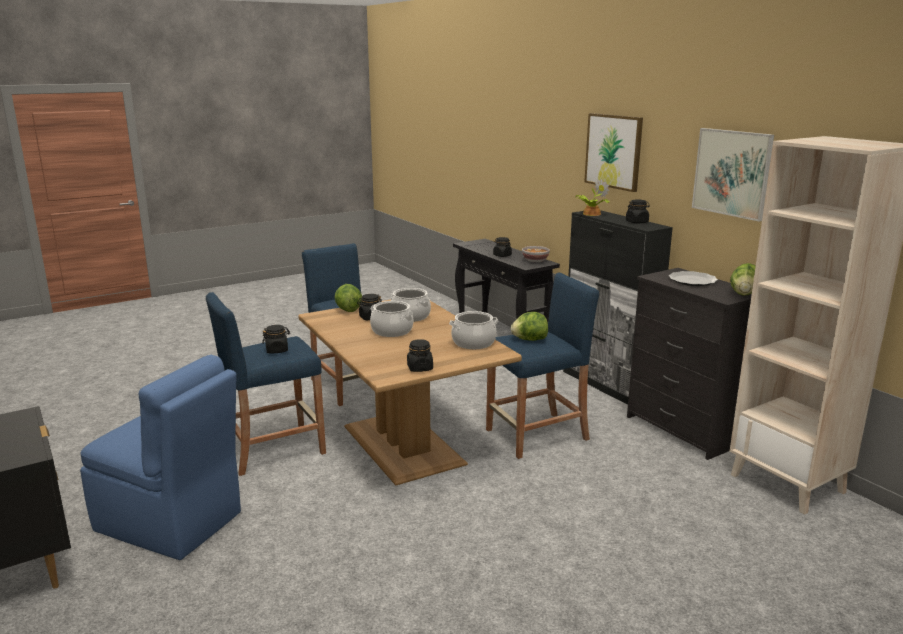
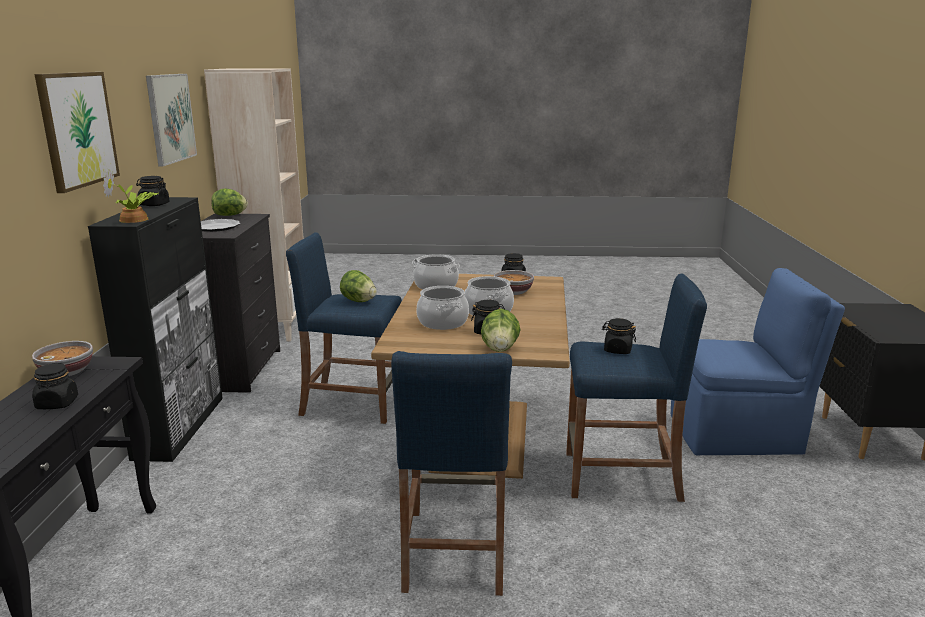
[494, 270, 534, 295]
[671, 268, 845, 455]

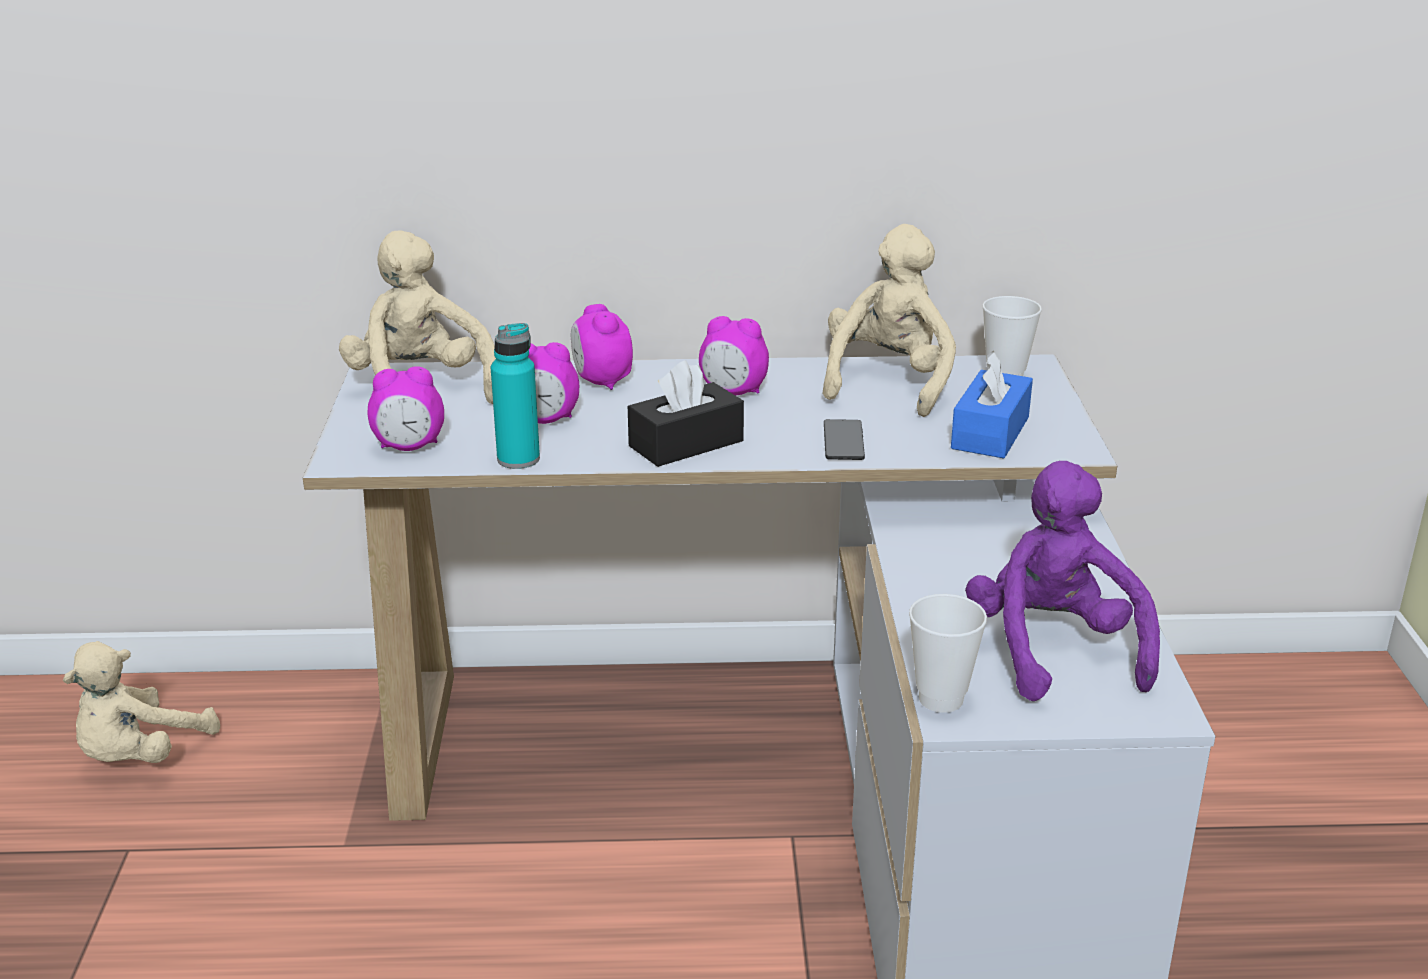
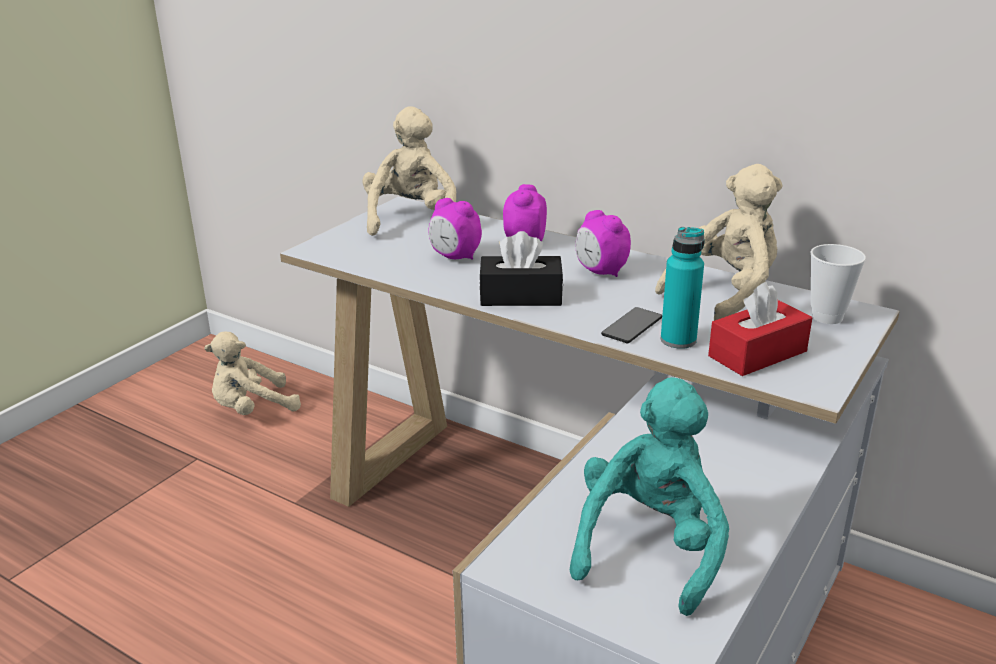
[570, 377, 729, 616]
[661, 227, 705, 349]
[708, 282, 812, 376]
[367, 366, 444, 451] (first image)
[909, 594, 987, 713] (first image)

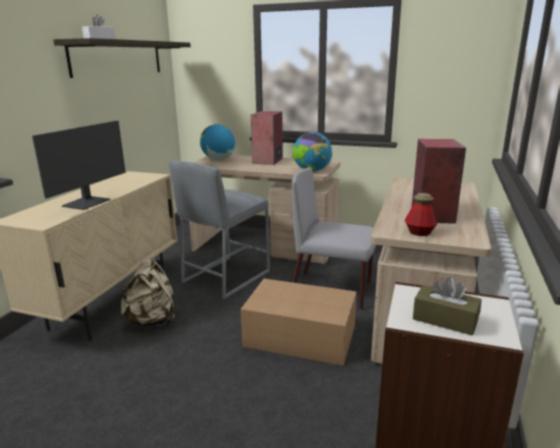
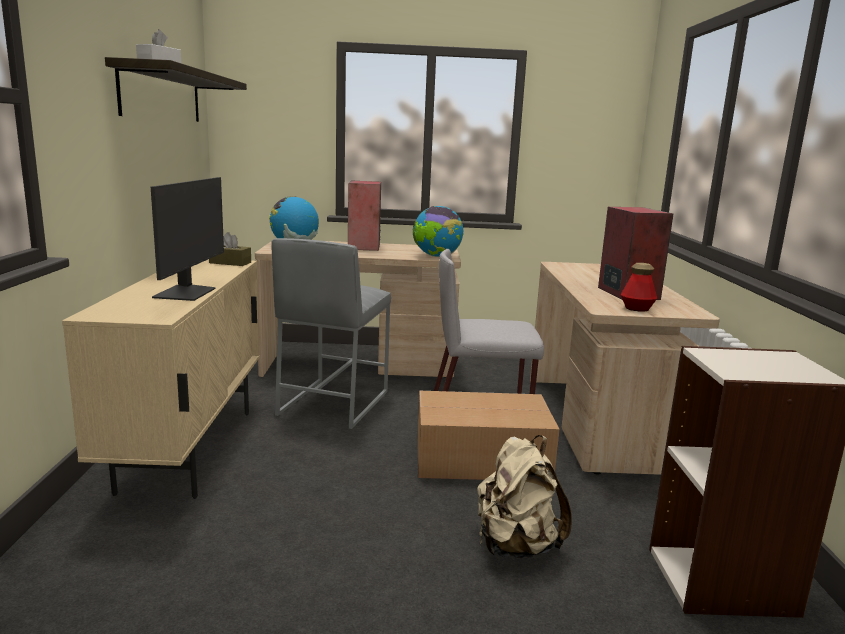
[209, 232, 251, 266]
[477, 435, 572, 558]

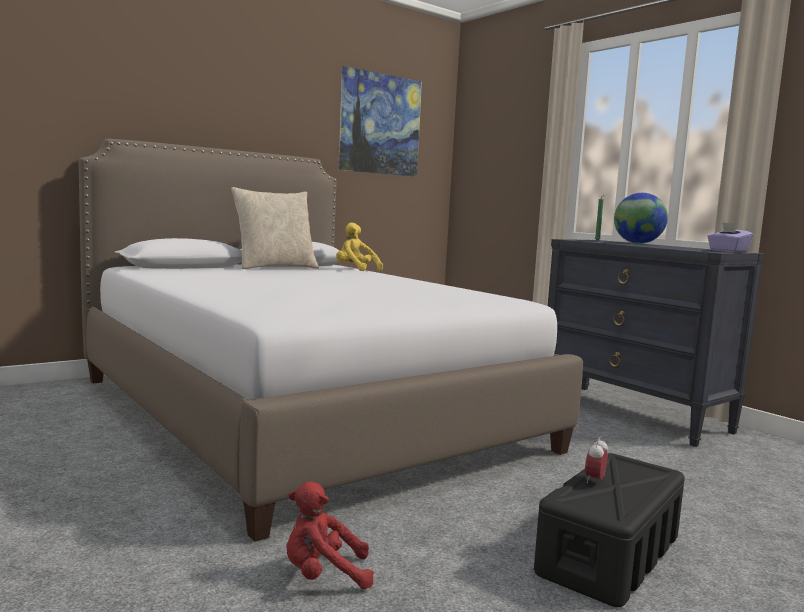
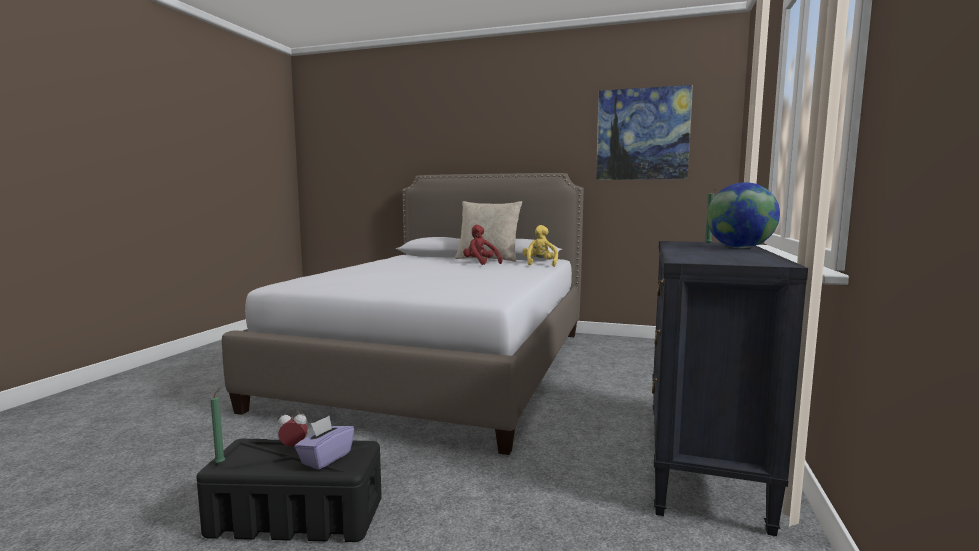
[210, 388, 225, 464]
[294, 415, 354, 470]
[463, 225, 503, 265]

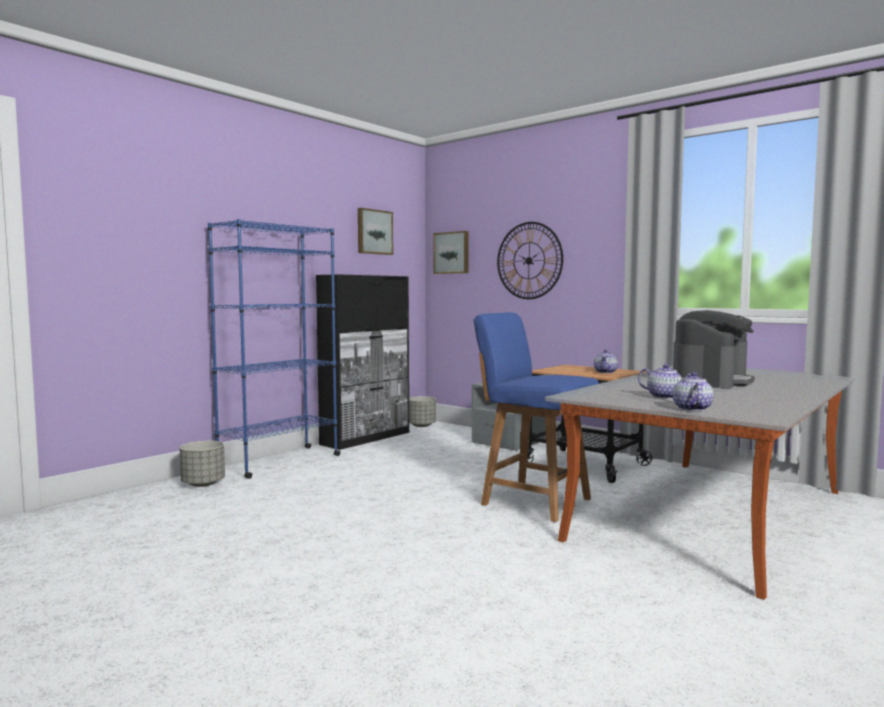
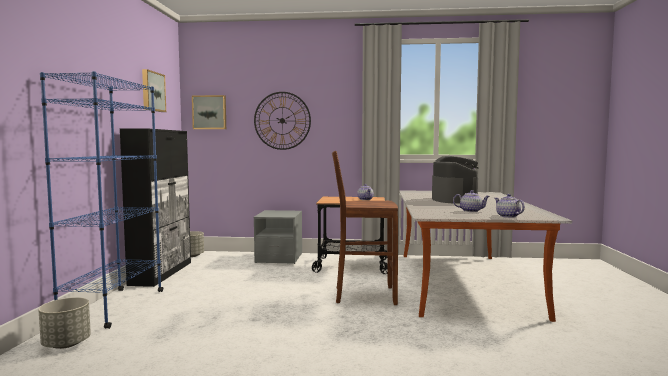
[332, 151, 398, 305]

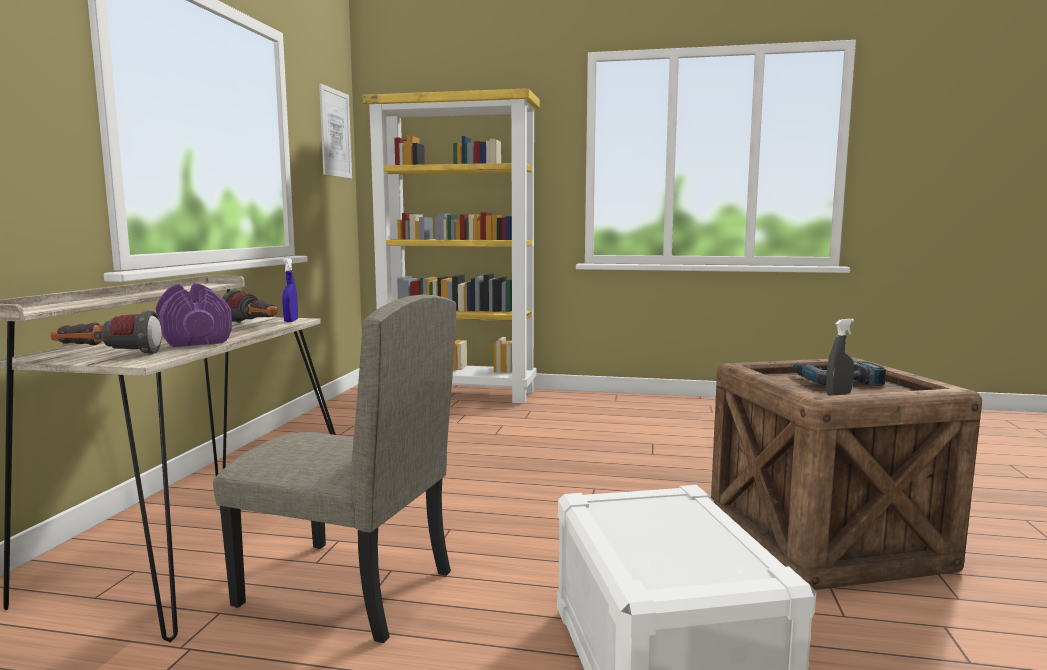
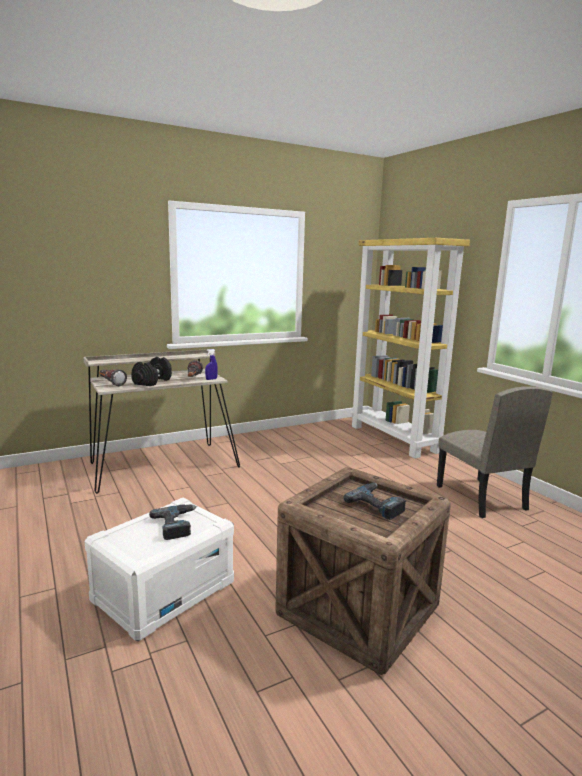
[131, 357, 172, 386]
[149, 504, 197, 540]
[437, 387, 553, 518]
[319, 84, 352, 178] (first image)
[826, 319, 854, 396] (first image)

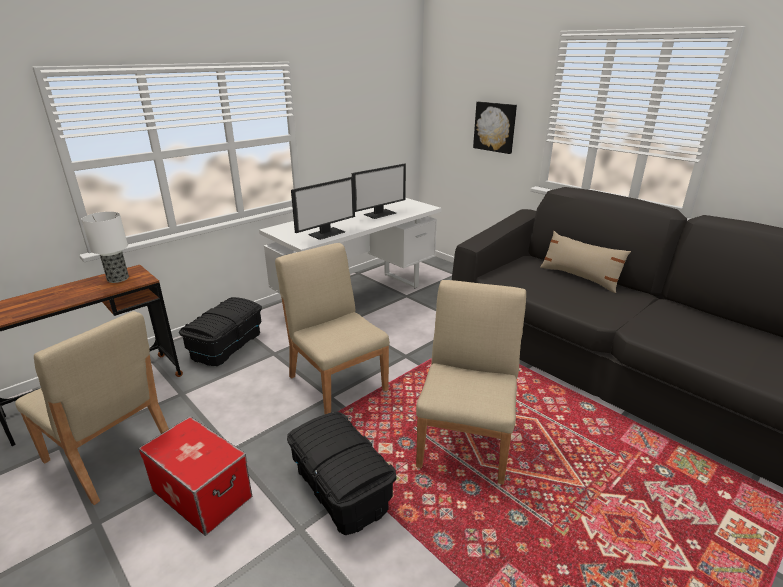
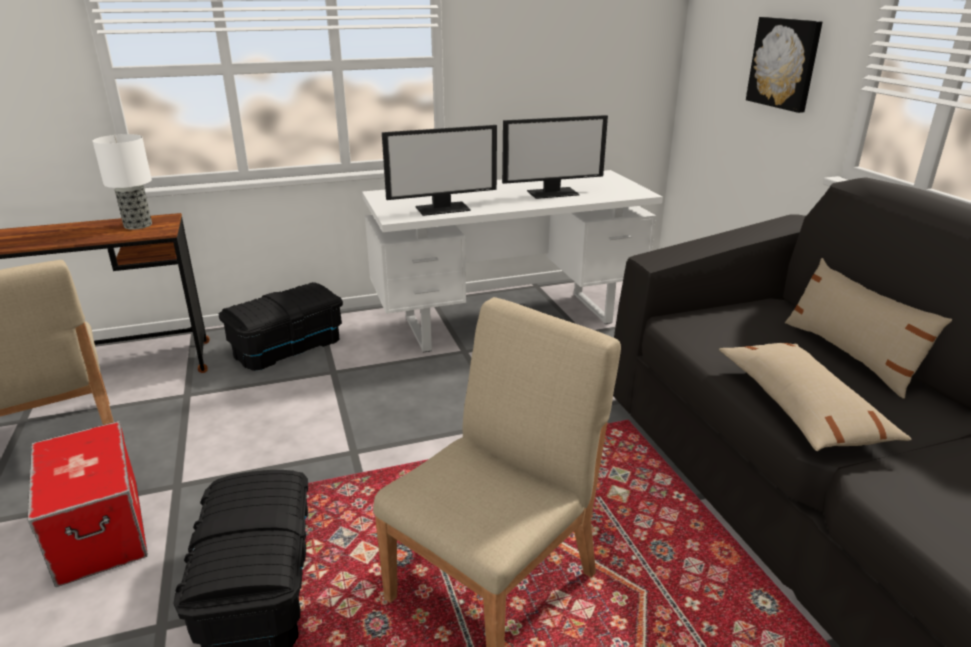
[719, 343, 912, 451]
[275, 243, 390, 414] (first image)

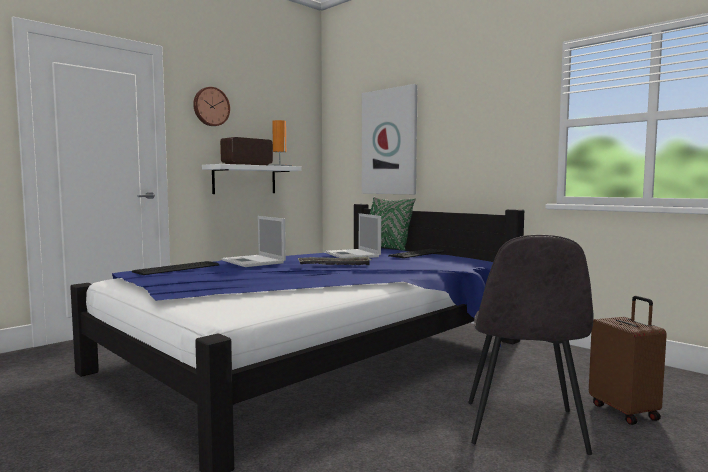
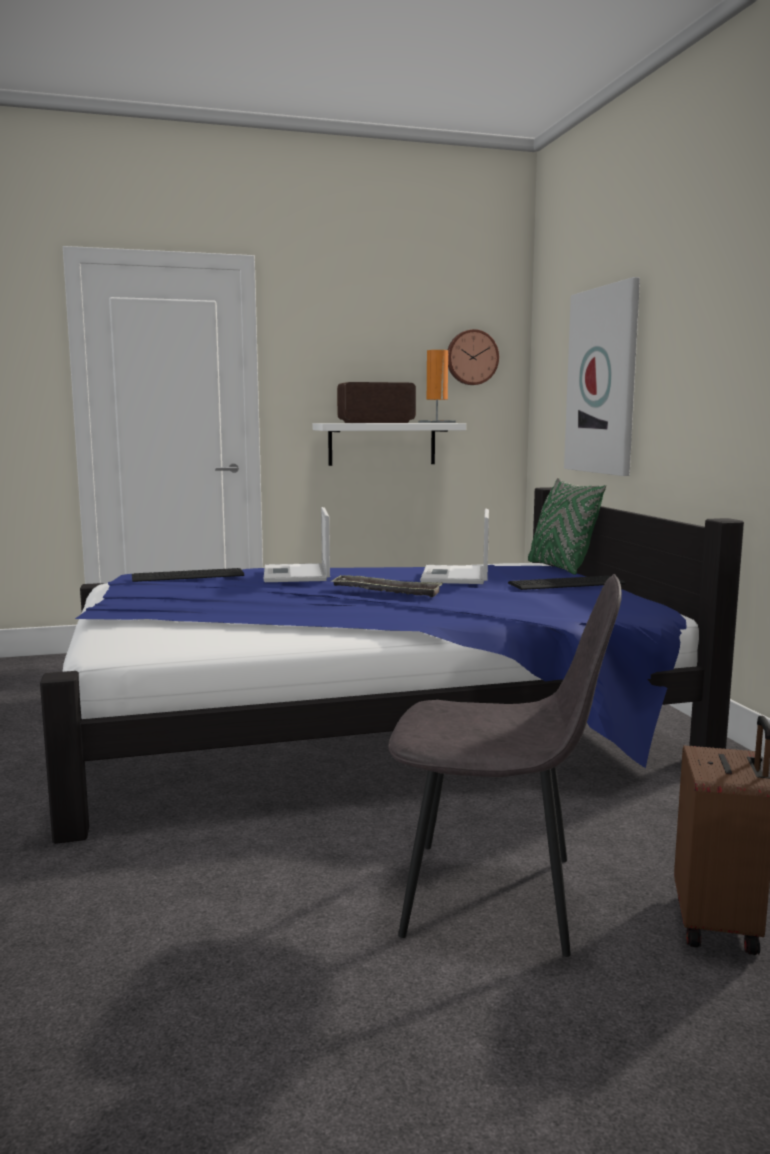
[388, 574, 622, 957]
[448, 329, 499, 385]

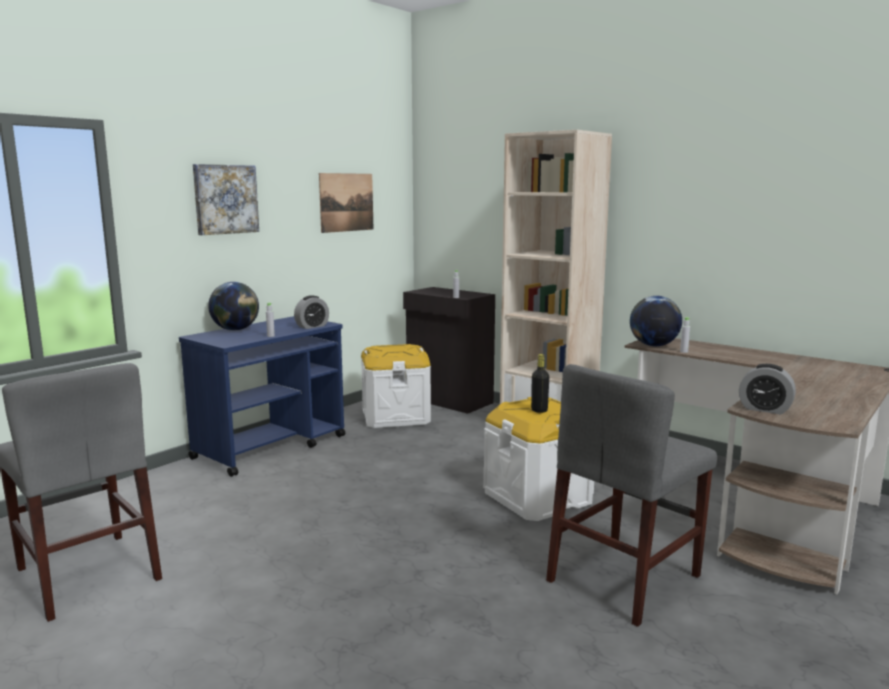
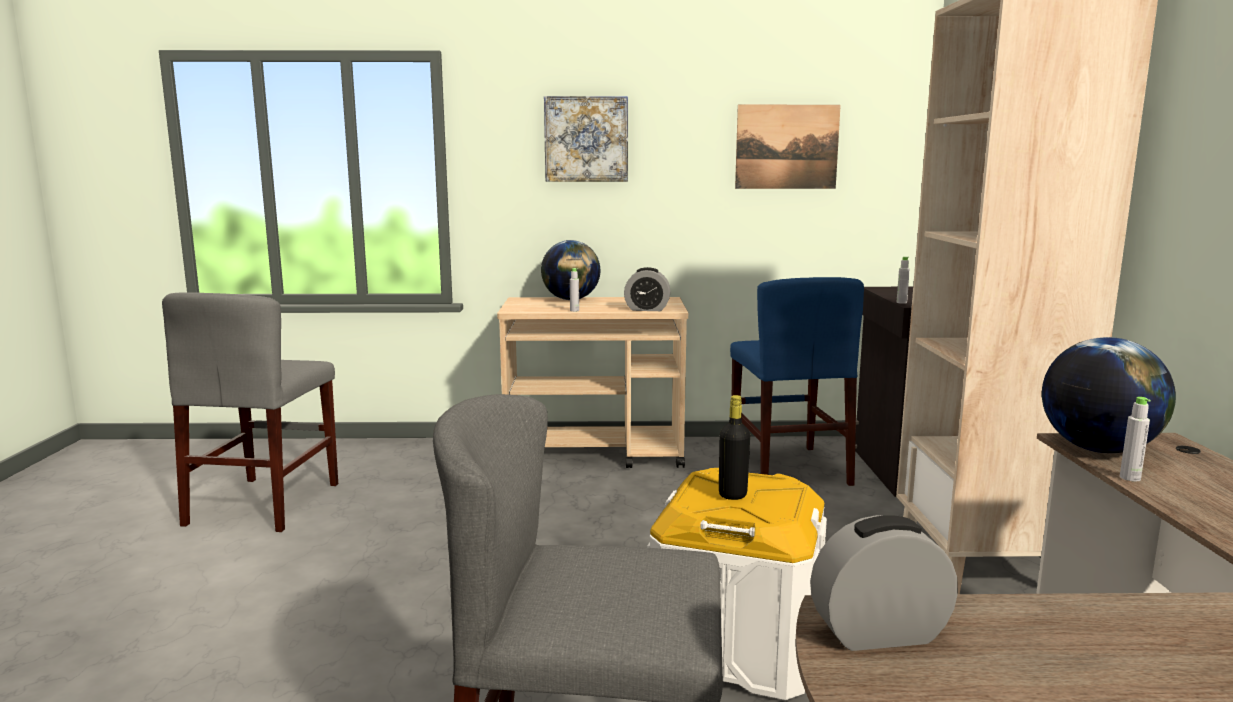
[497, 297, 688, 468]
[730, 277, 864, 486]
[810, 515, 958, 651]

